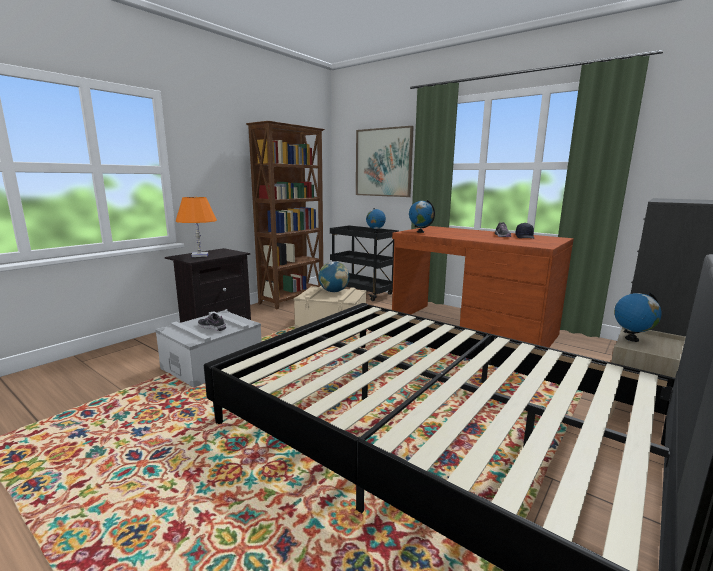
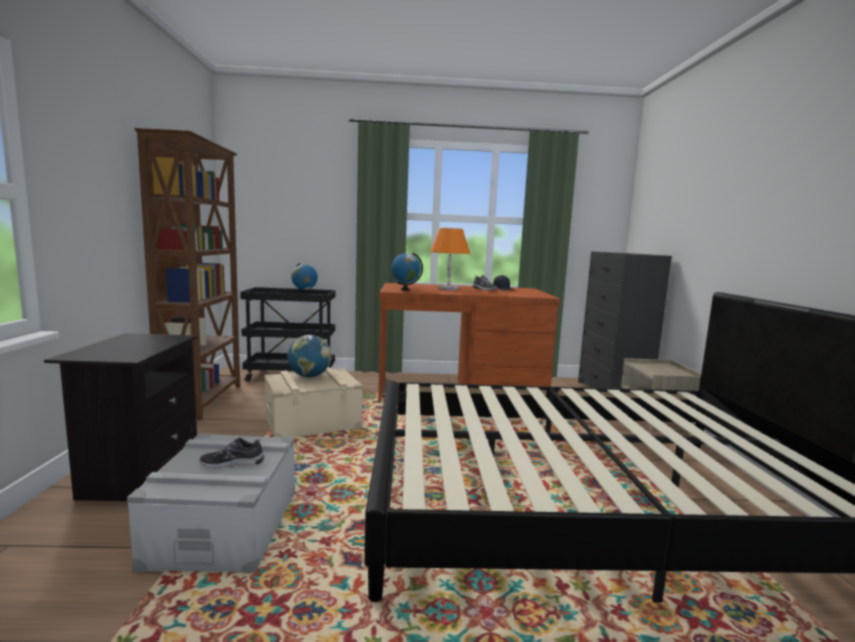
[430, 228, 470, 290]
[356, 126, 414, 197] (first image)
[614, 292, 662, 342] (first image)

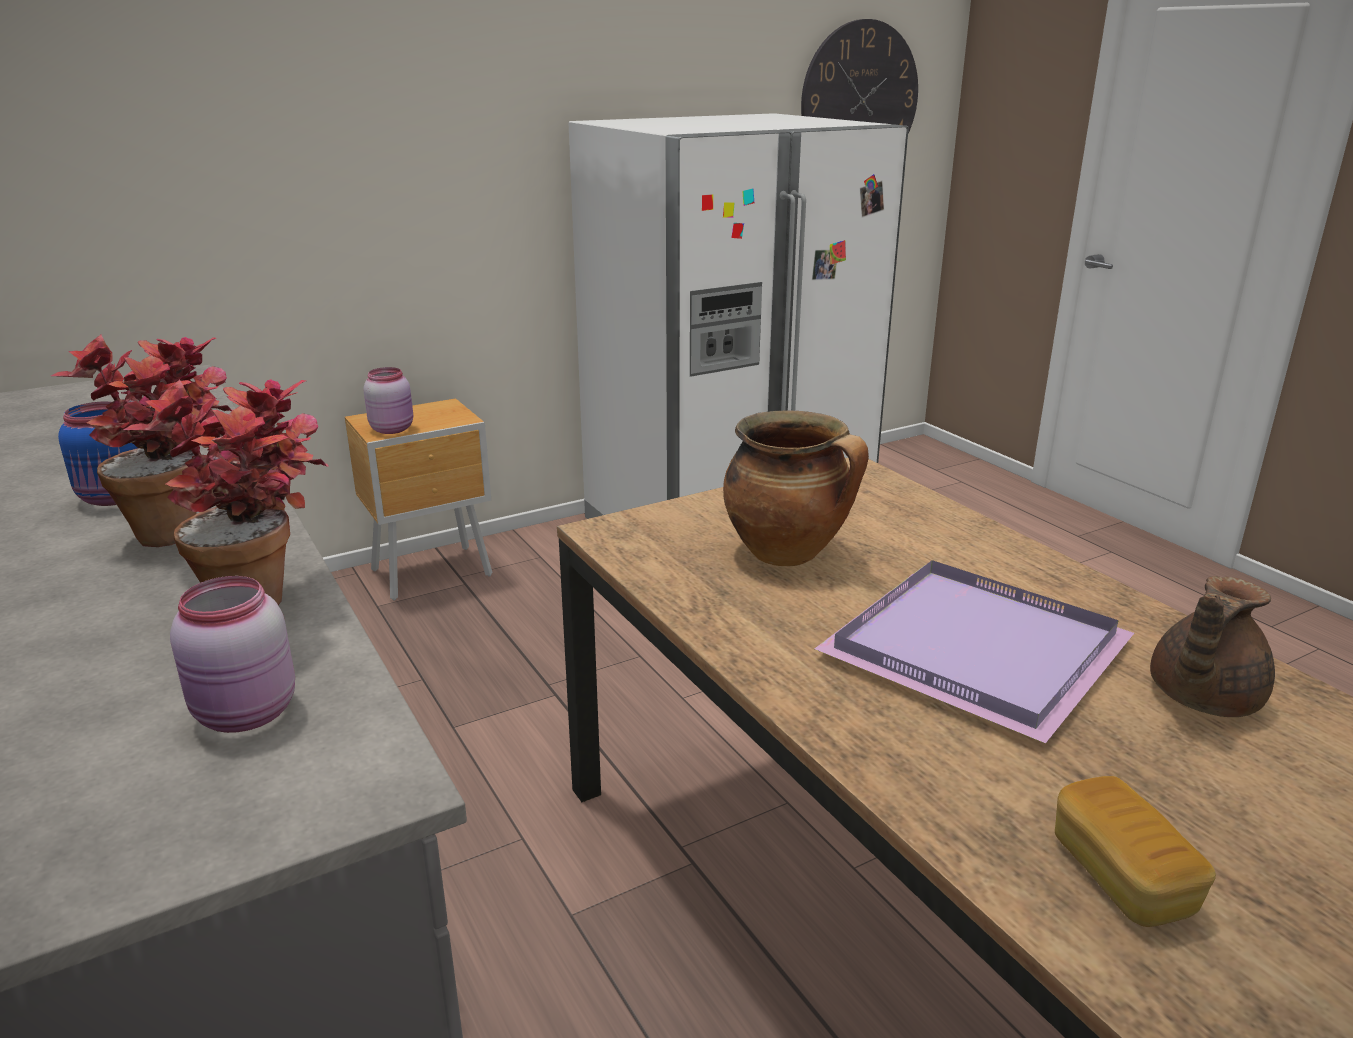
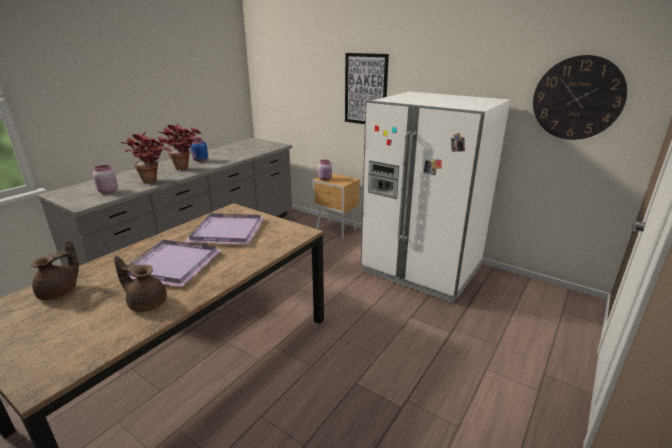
[31, 240, 79, 300]
[185, 213, 265, 245]
[345, 53, 389, 124]

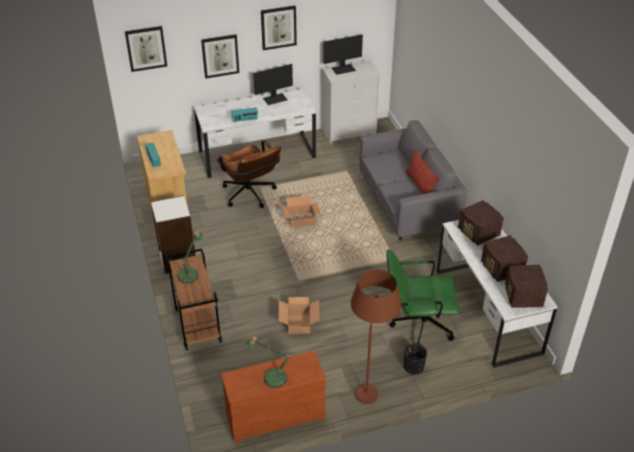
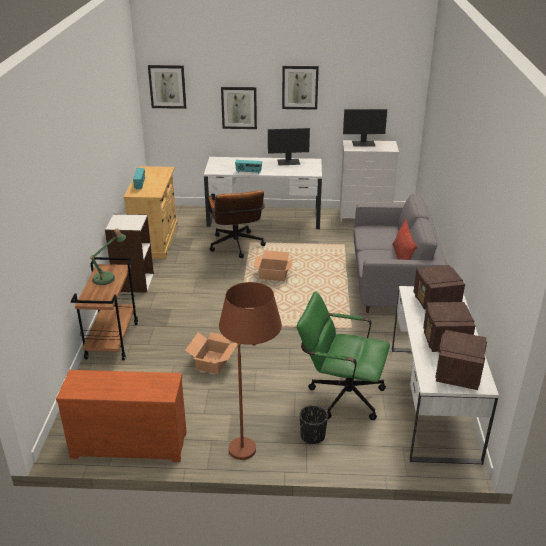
[246, 336, 290, 388] (first image)

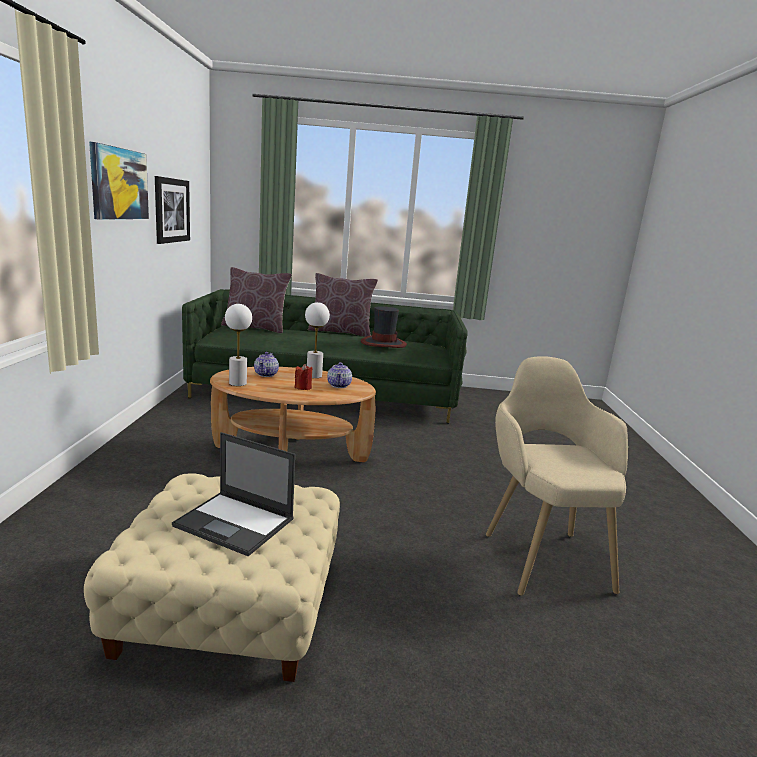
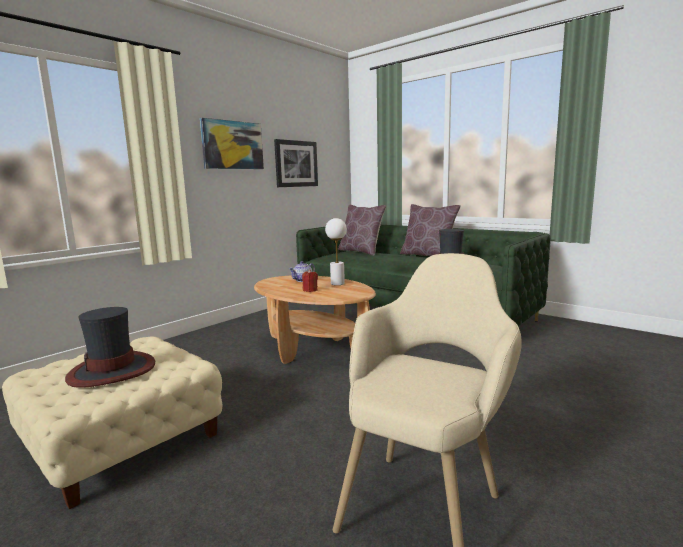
[65, 307, 155, 388]
[225, 304, 252, 386] (first image)
[327, 362, 352, 388] (first image)

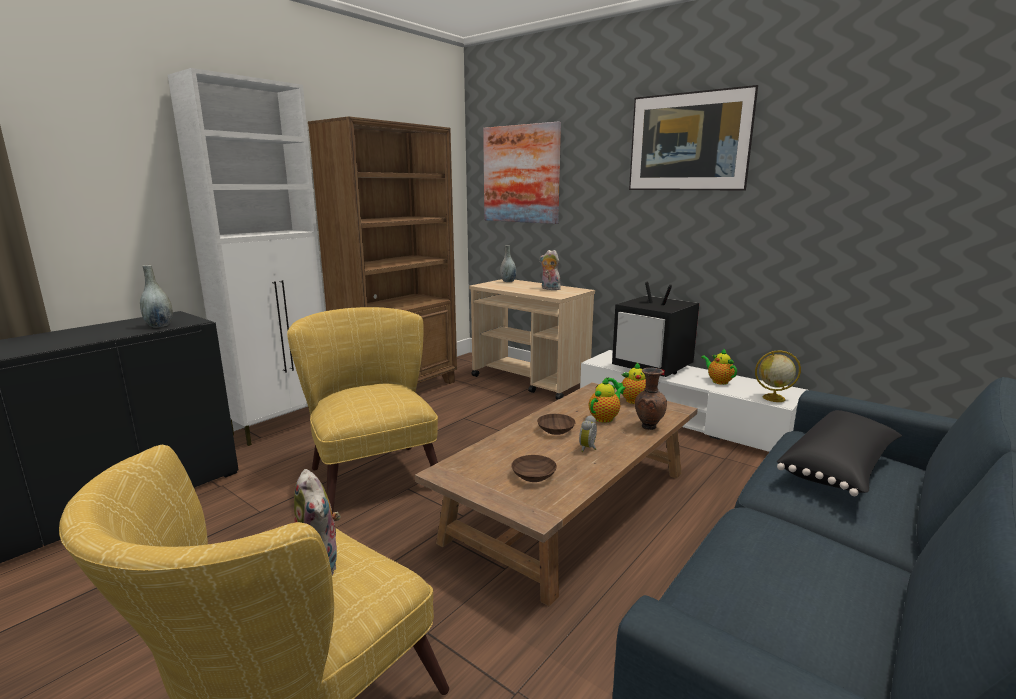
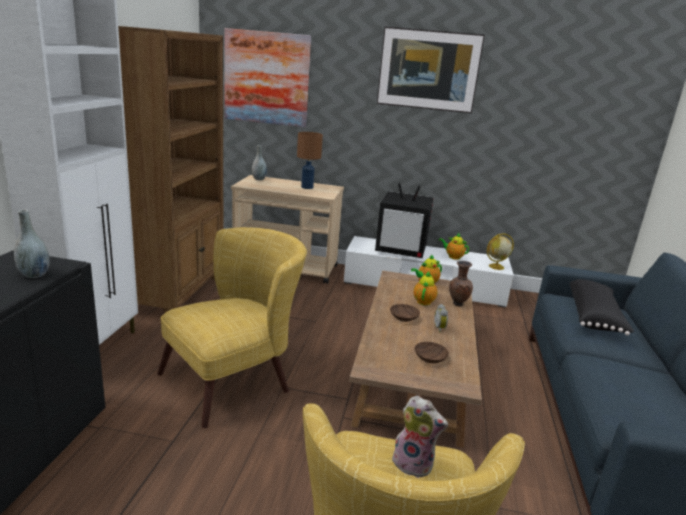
[157, 227, 307, 428]
[297, 132, 323, 189]

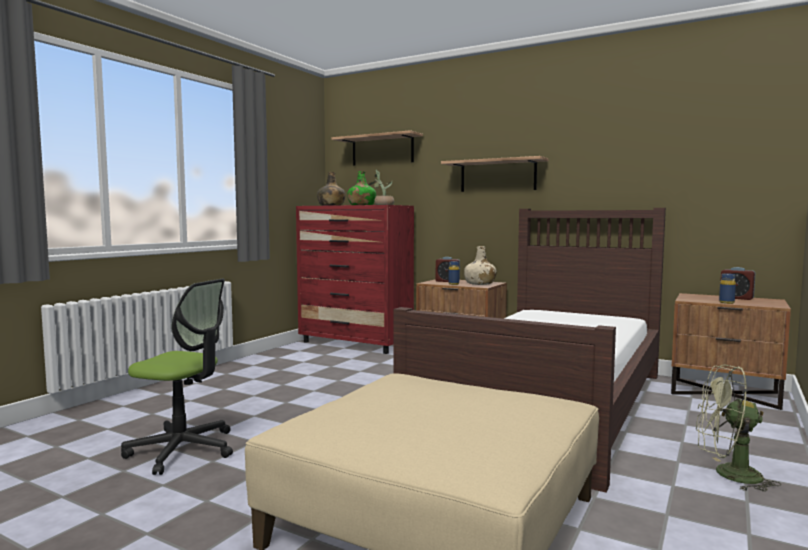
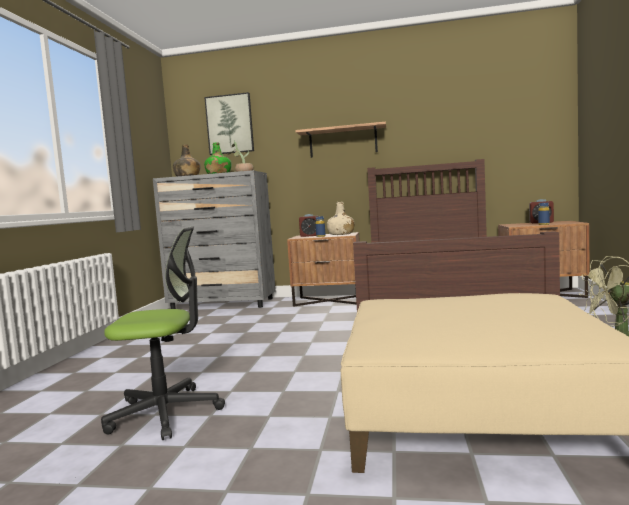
[153, 170, 276, 309]
[204, 92, 254, 155]

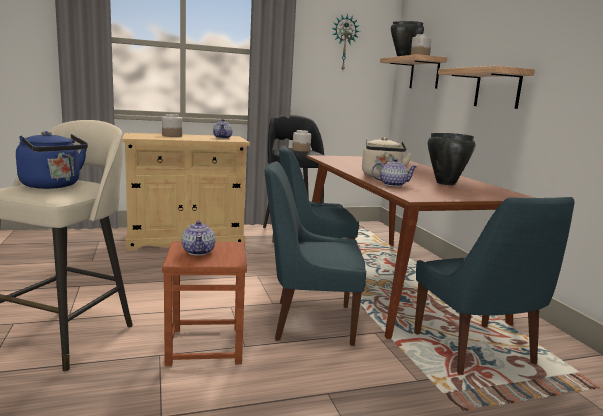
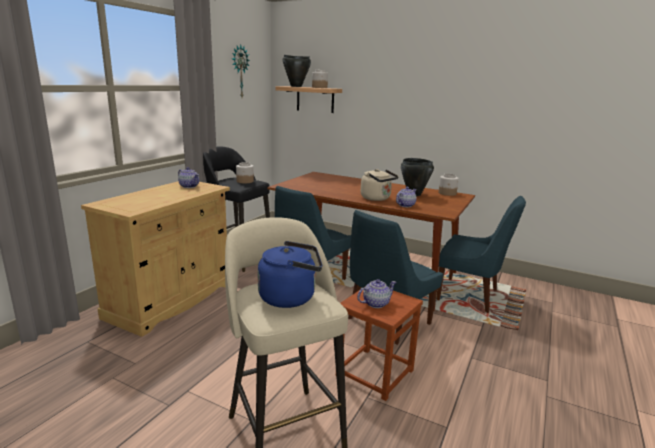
[357, 279, 396, 308]
[439, 173, 459, 196]
[438, 66, 535, 109] (first image)

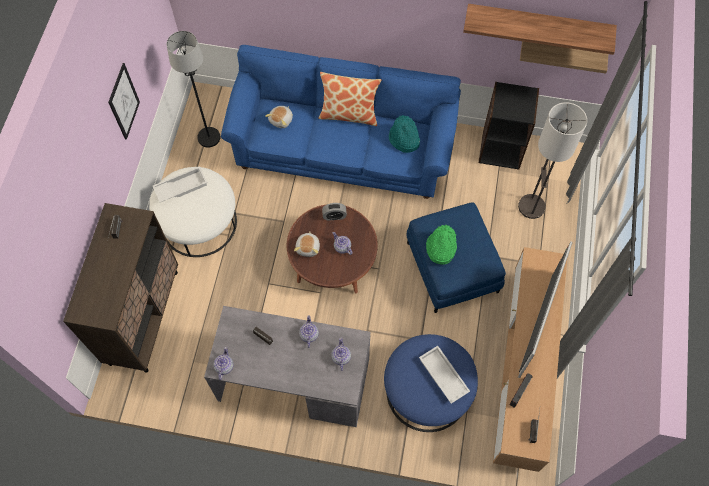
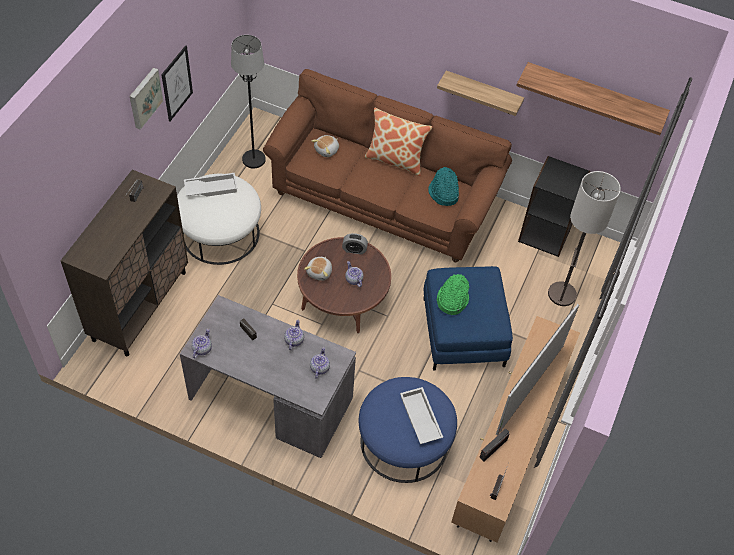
[130, 68, 163, 130]
[263, 69, 512, 262]
[437, 70, 524, 116]

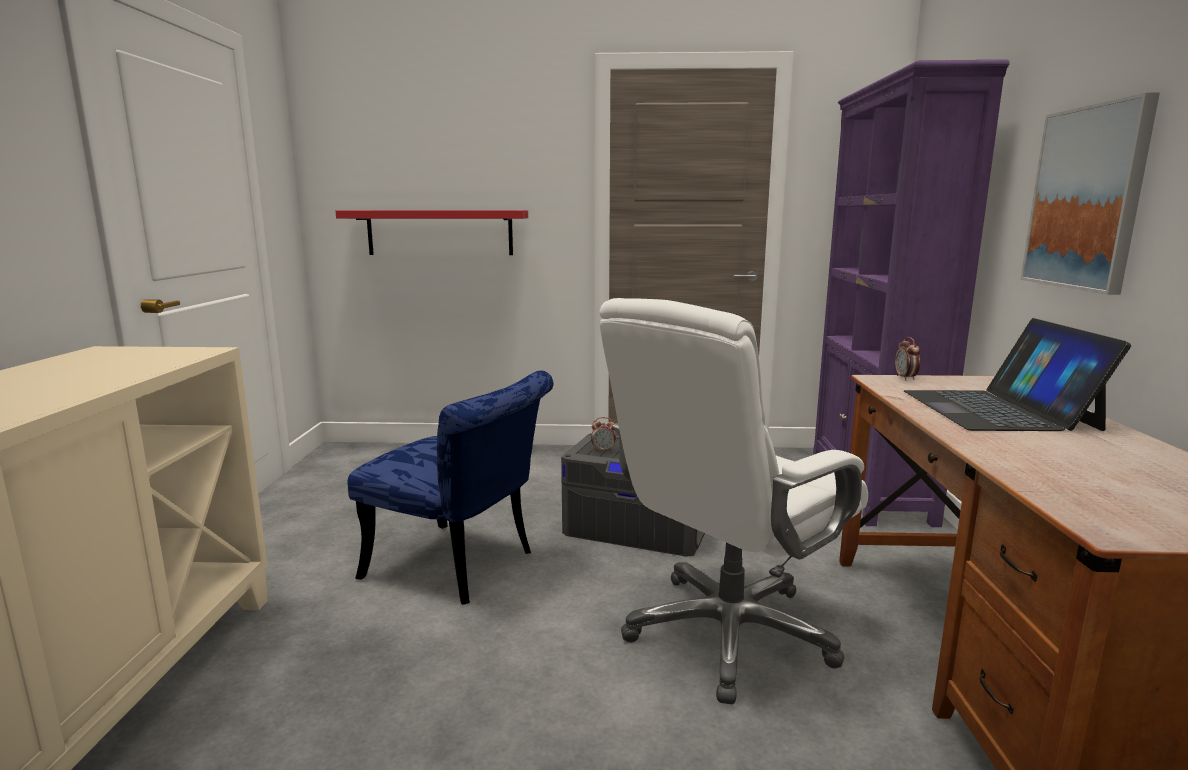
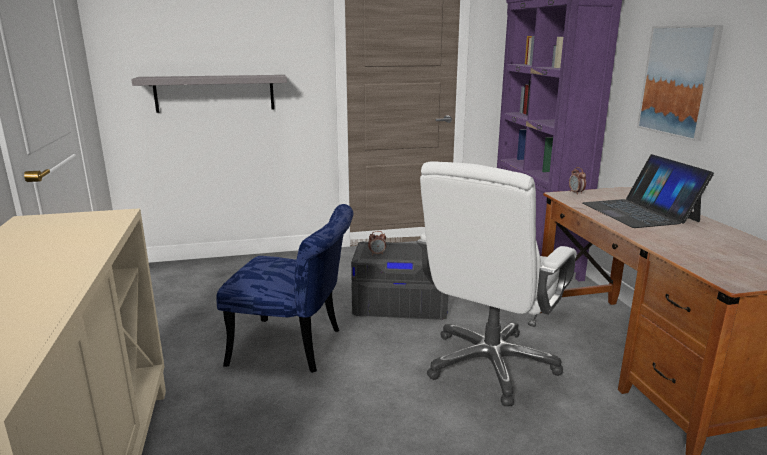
[131, 75, 287, 113]

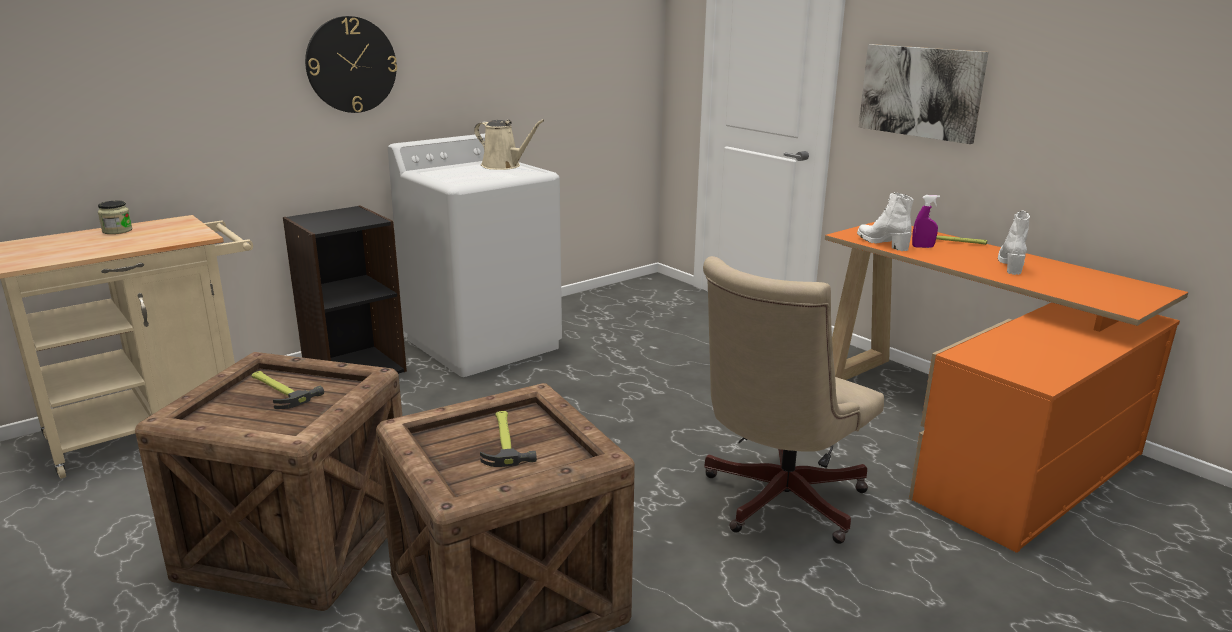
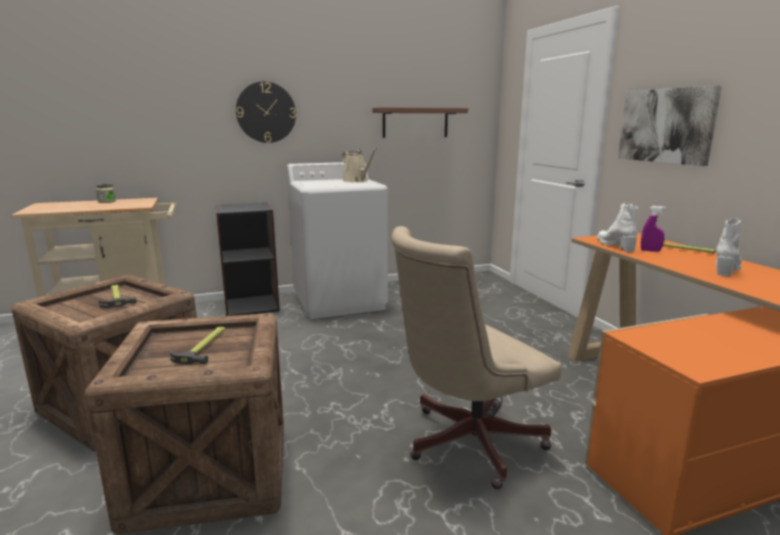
[372, 107, 468, 138]

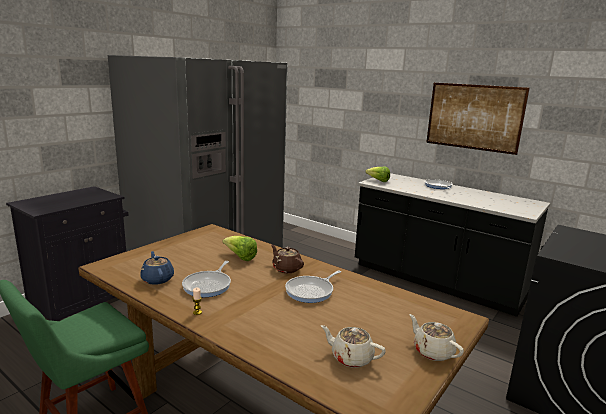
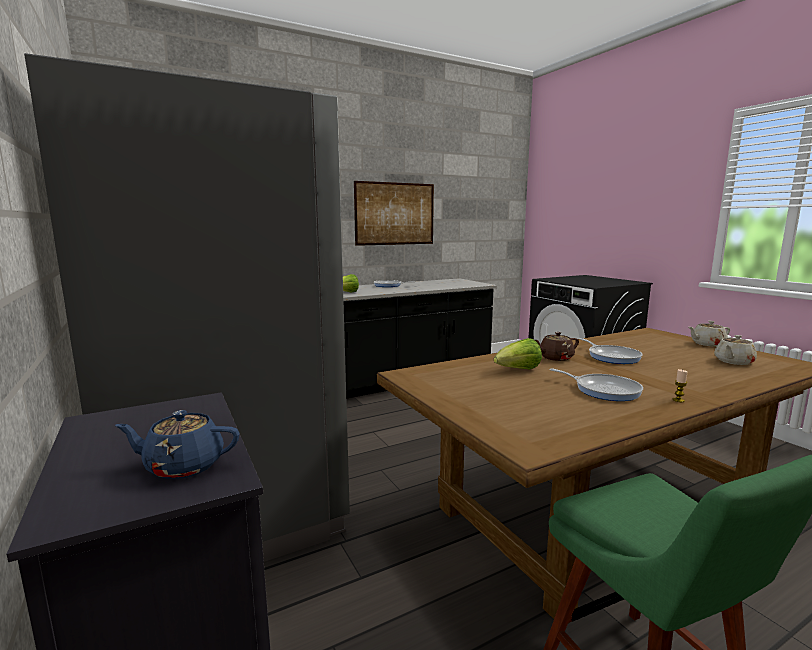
[115, 410, 239, 479]

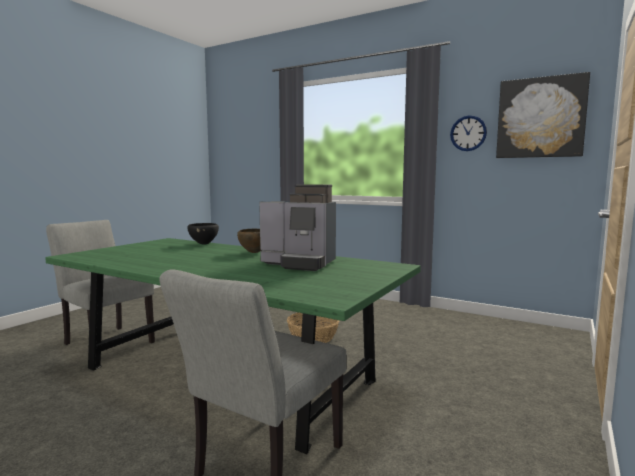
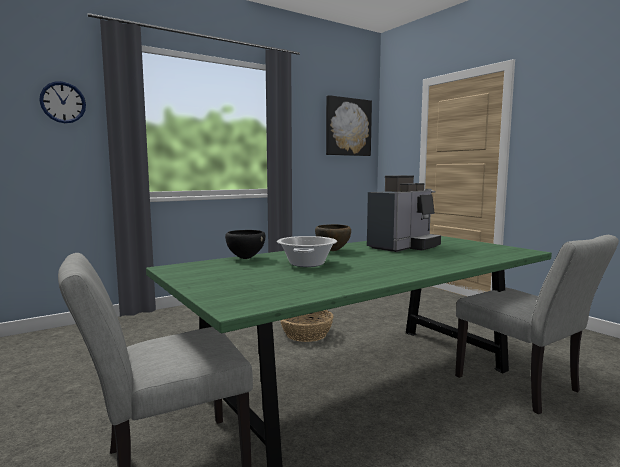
[39, 81, 86, 123]
[277, 236, 337, 267]

